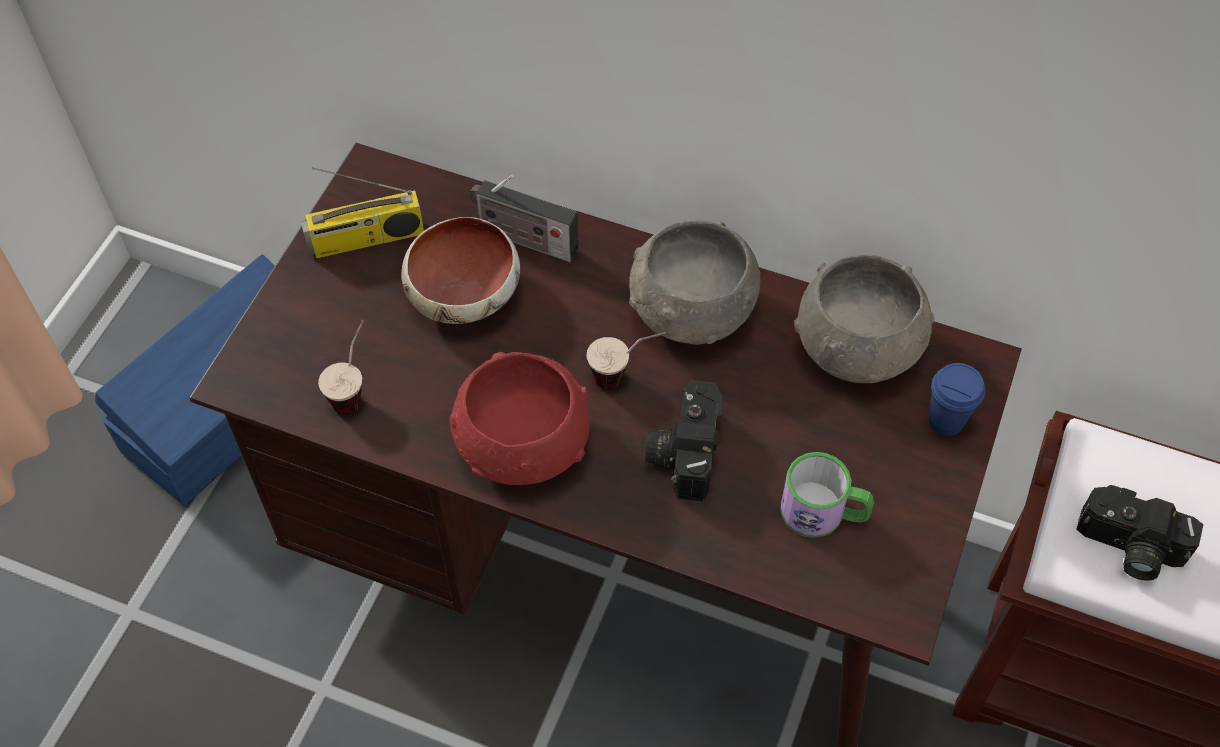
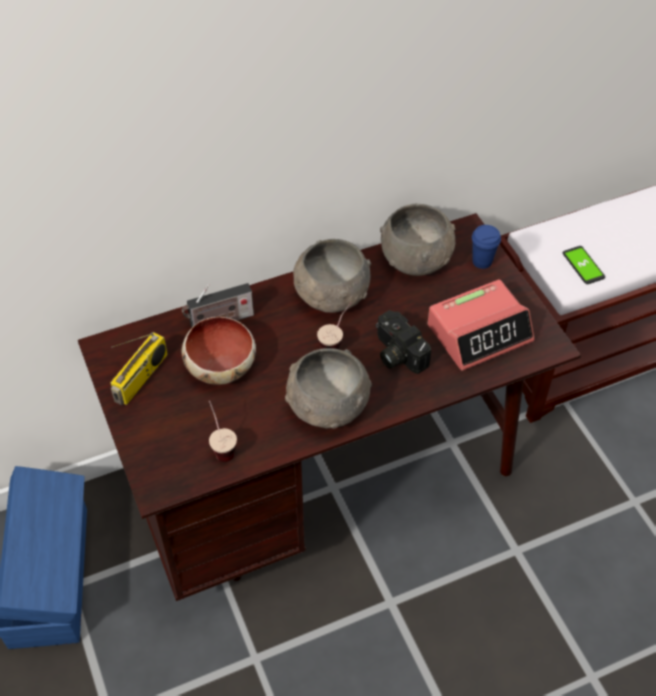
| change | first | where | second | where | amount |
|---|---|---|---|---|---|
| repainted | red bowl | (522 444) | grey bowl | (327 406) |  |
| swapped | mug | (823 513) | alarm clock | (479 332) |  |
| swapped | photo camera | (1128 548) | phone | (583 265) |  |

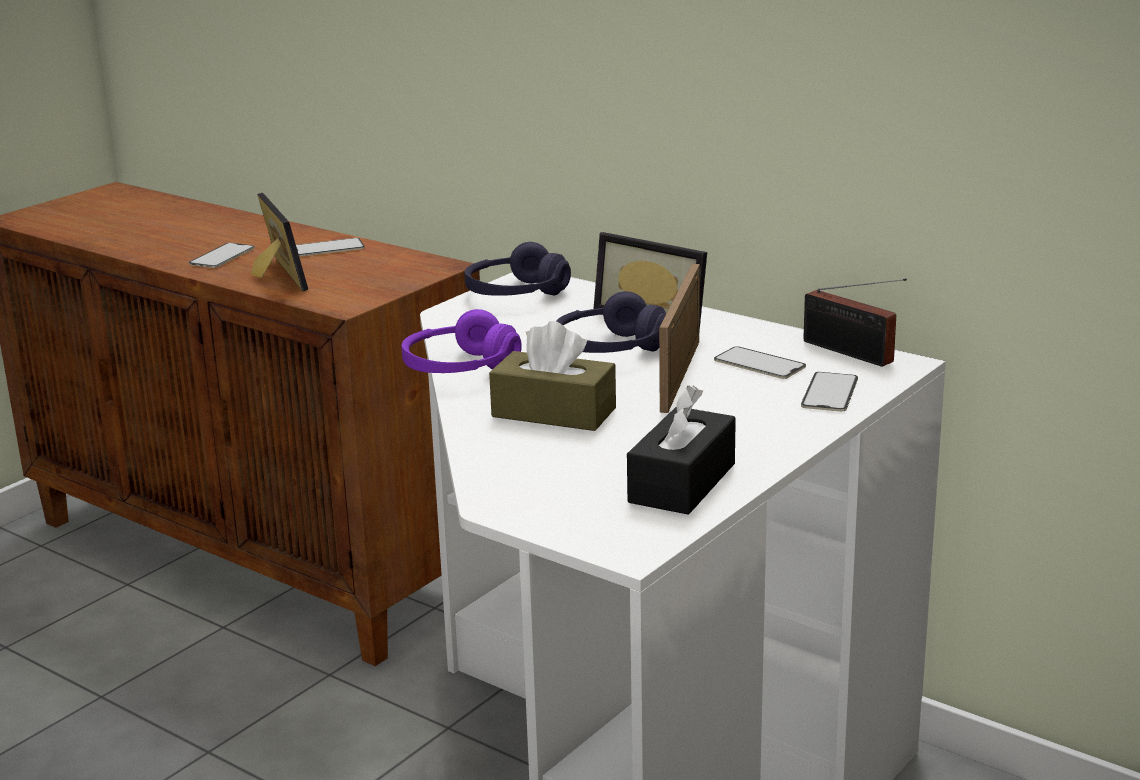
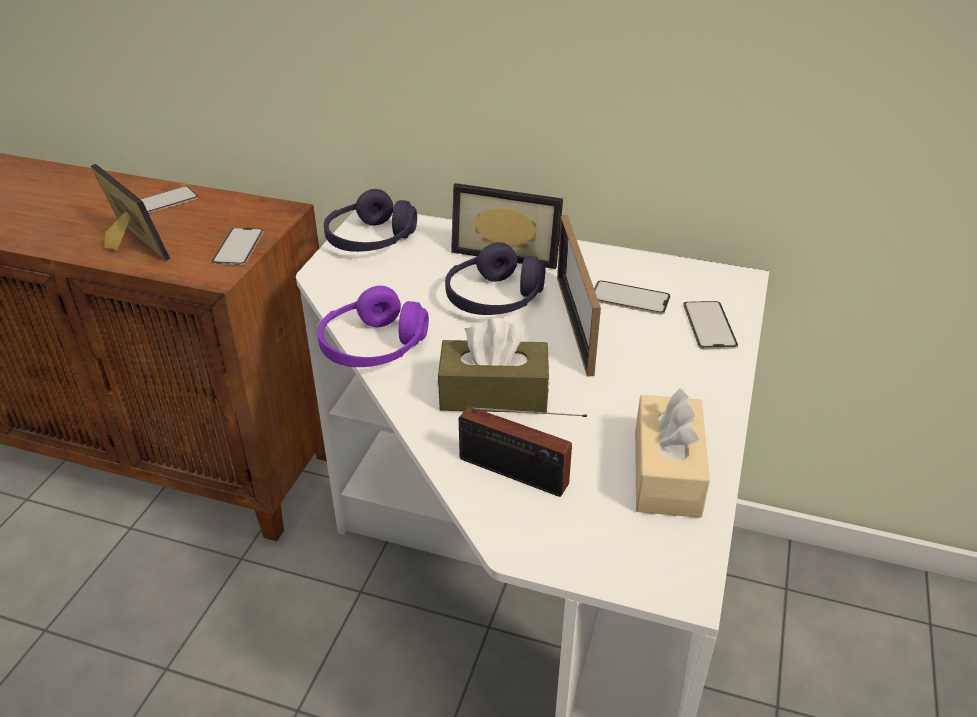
| change | first | where | second | where | amount |
|---|---|---|---|---|---|
| shifted | phone | (222 256) |  | (238 247) |  |
| repainted | black tissue box | (682 483) | beige tissue box | (666 472) |  |
| shifted | radio | (851 353) |  | (518 475) |  |

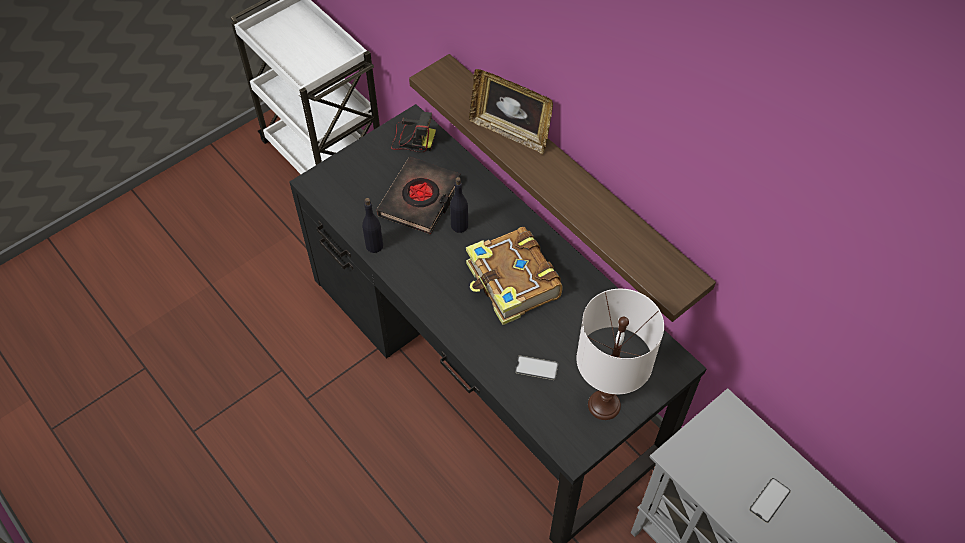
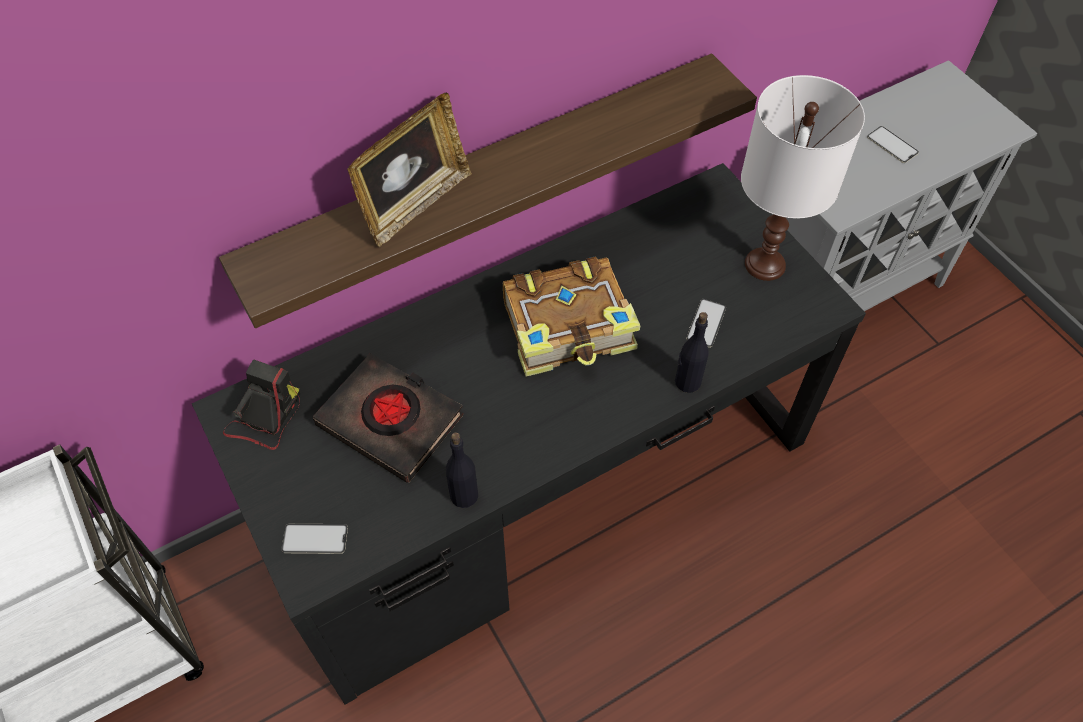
| change | first | where | second | where | amount |
|---|---|---|---|---|---|
| shifted | black bottle | (459 225) |  | (687 382) |  |
| new |  |  | phone | (315 539) |  |

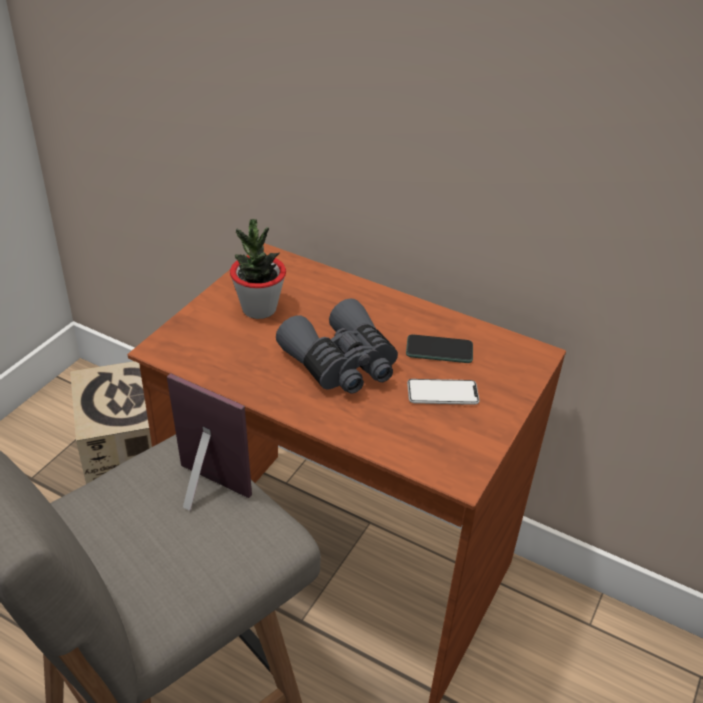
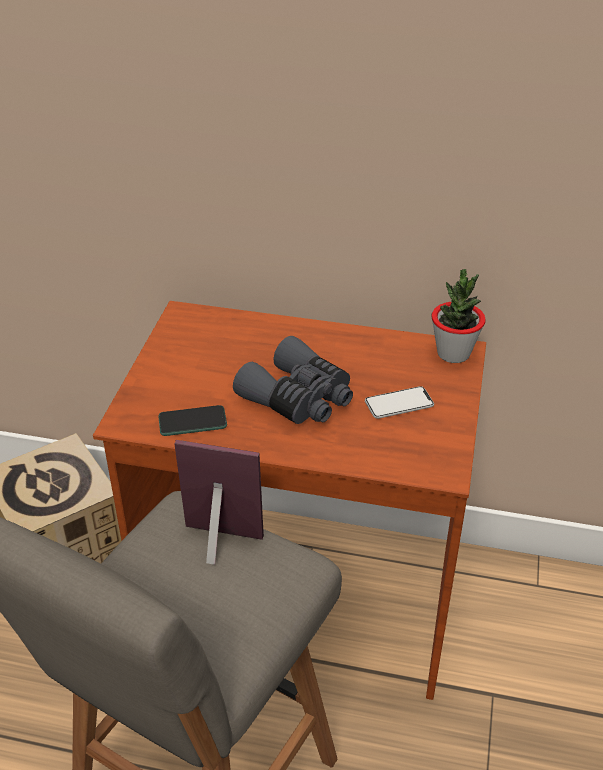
| change | first | where | second | where | amount |
|---|---|---|---|---|---|
| shifted | potted plant | (259 309) |  | (453 353) |  |
| shifted | phone | (439 350) |  | (192 422) |  |

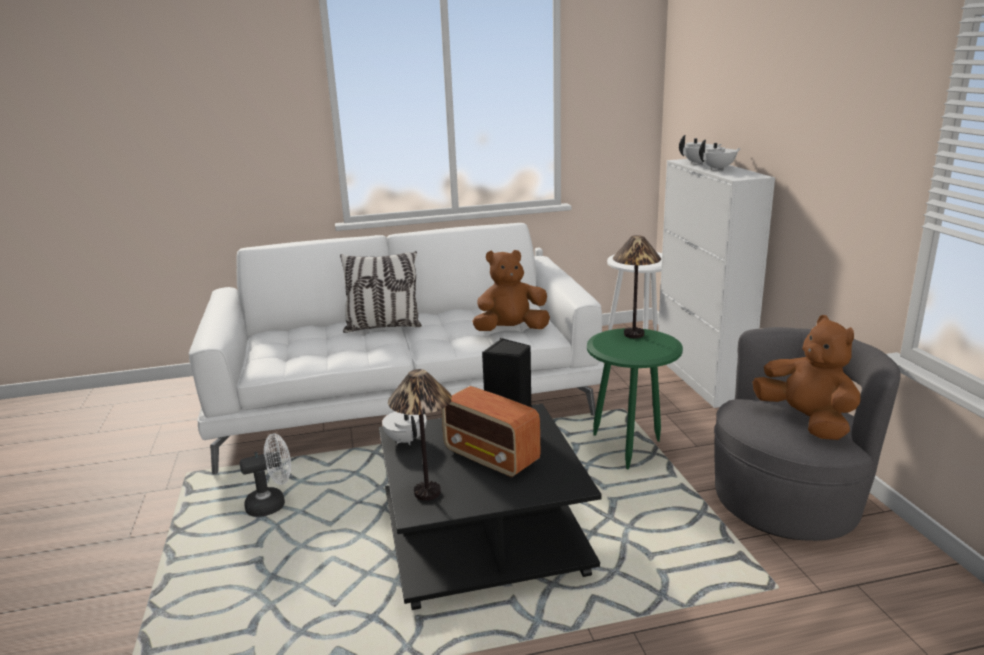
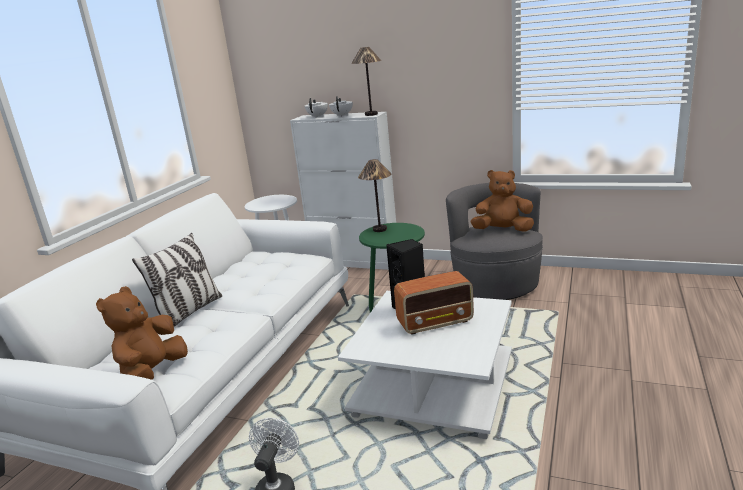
| change | first | where | second | where | amount |
|---|---|---|---|---|---|
| repainted | black coffee table | (485 535) | white coffee table | (432 386) |  |
| gone | white teapot | (406 440) |  |  |  |
| shifted | table lamp | (428 493) |  | (371 114) |  |
| shifted | brown plush toy | (511 330) |  | (152 374) |  |

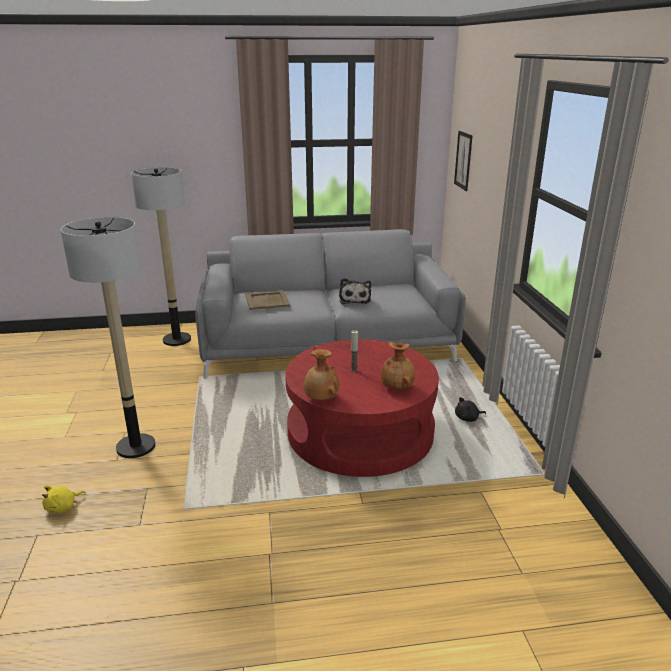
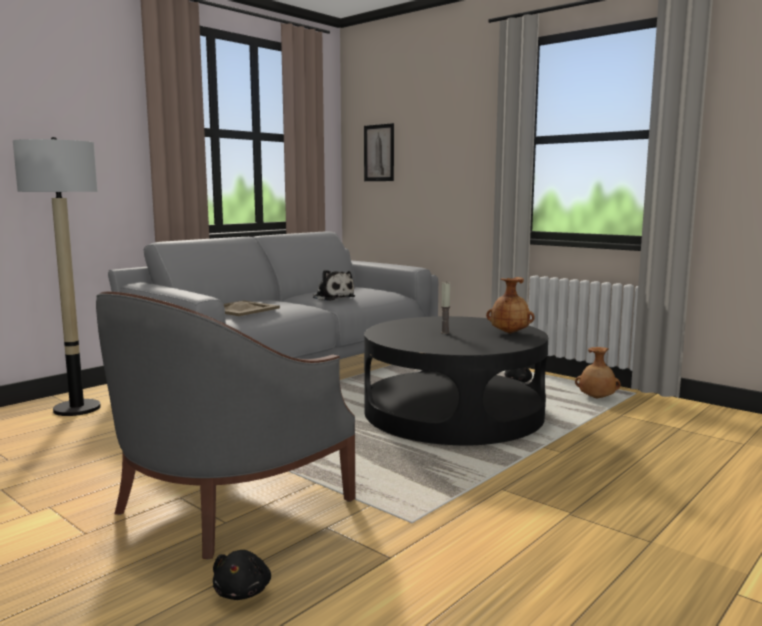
| change | first | where | second | where | amount |
|---|---|---|---|---|---|
| repainted | yellow plush toy | (63 507) | black plush toy | (243 591) |  |
| swapped | floor lamp | (135 446) | grey armchair | (226 502) |  |
| repainted | red coffee table | (360 431) | black coffee table | (453 413) |  |
| shifted | brown vase | (321 398) |  | (596 398) |  |

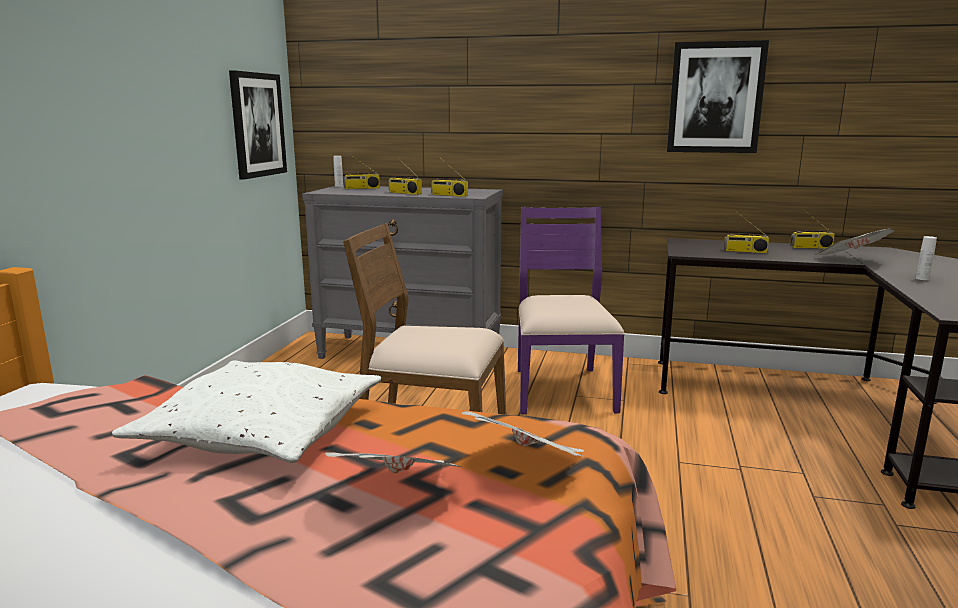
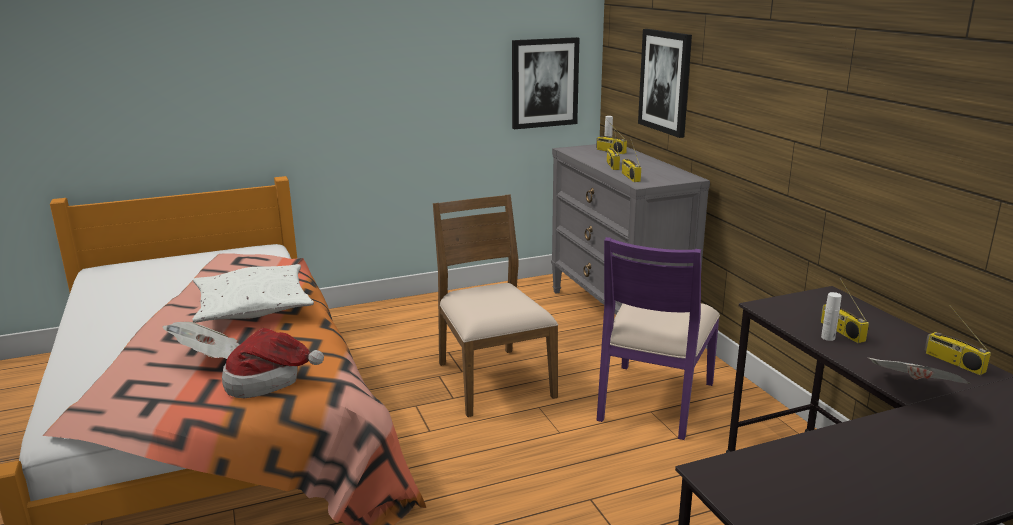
| change | first | where | second | where | amount |
|---|---|---|---|---|---|
| swapped | newspaper | (528 465) | hat | (269 381) |  |
| rotated | purple chair | (562 389) |  | (653 401) | 150 degrees clockwise |
| shifted | picture | (715 98) |  | (665 81) |  |
| shifted | white bottle | (922 278) |  | (828 337) |  |

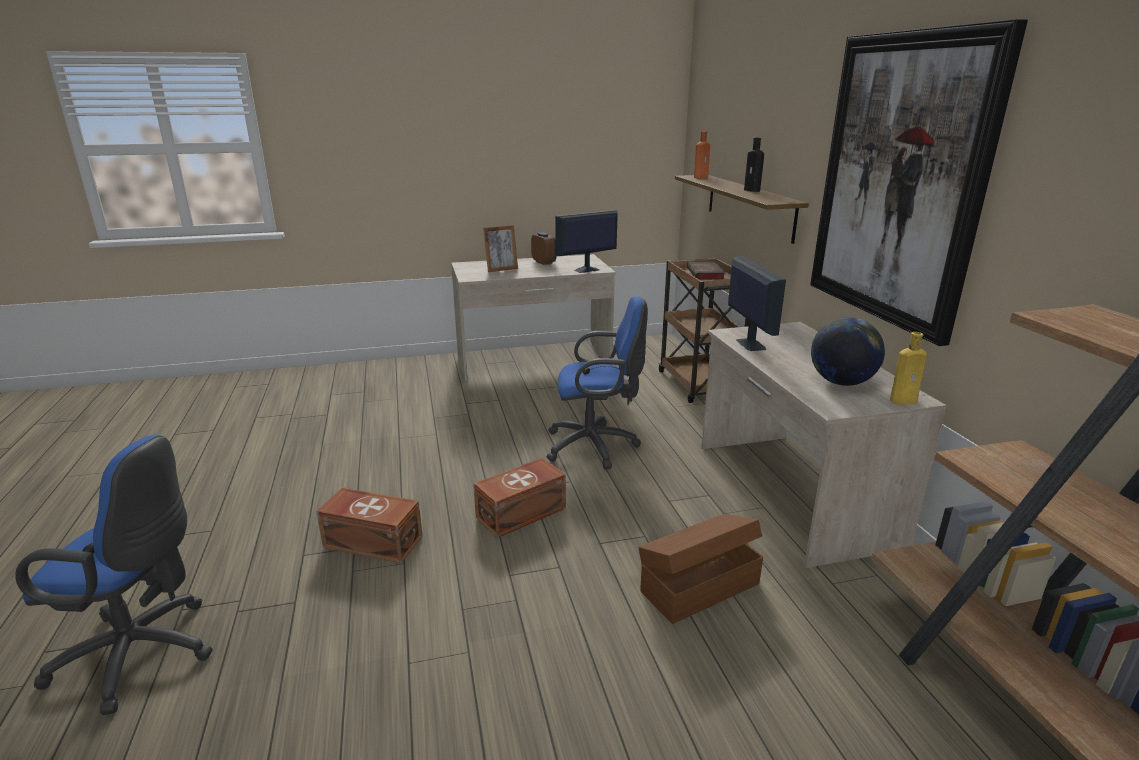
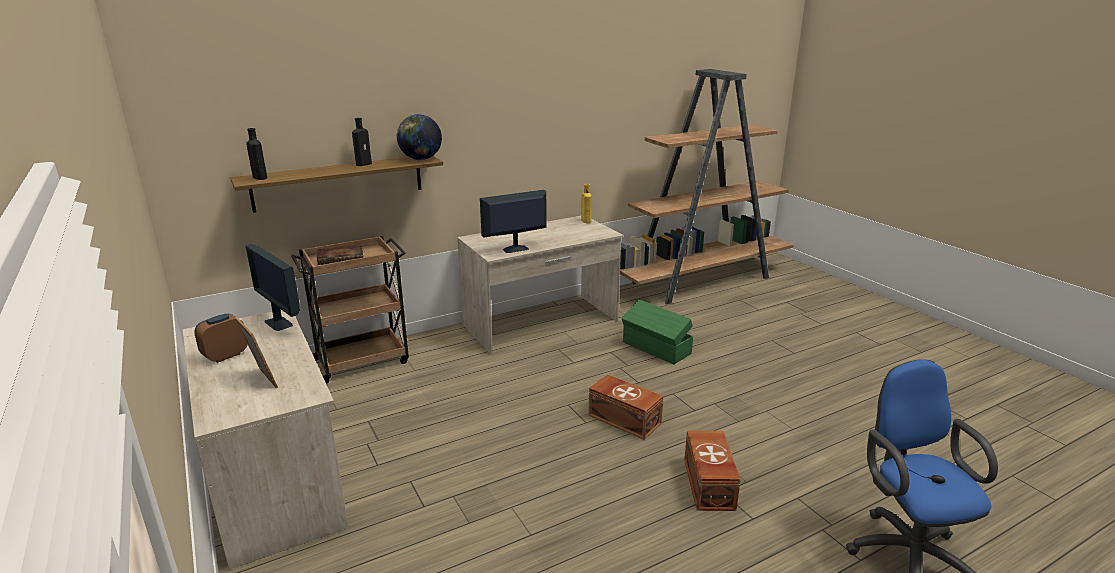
| change | first | where | second | where | amount |
|---|---|---|---|---|---|
| gone | blue office chair | (596 446) |  |  |  |
| repainted | brown storage box | (698 587) | green storage box | (656 348) |  |
| repainted | orange bottle | (701 177) | black bottle | (259 177) |  |
| gone | picture | (899 181) |  |  |  |
| shifted | globe | (841 383) |  | (421 159) |  |

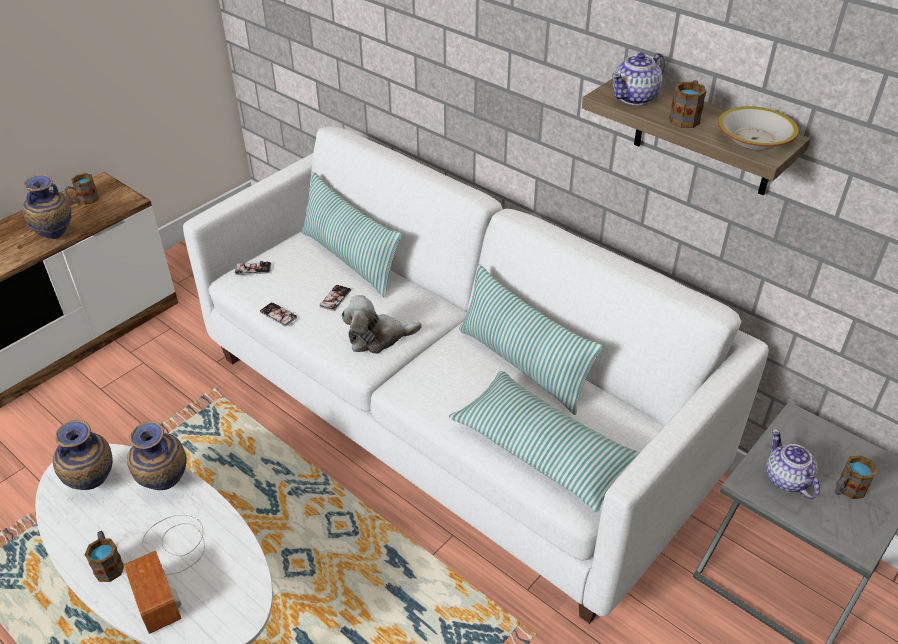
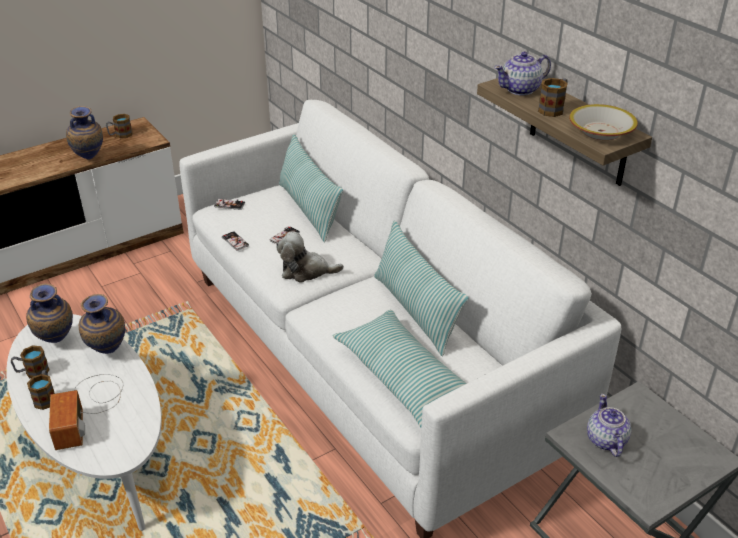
| change | first | where | second | where | amount |
|---|---|---|---|---|---|
| shifted | mug | (847 490) |  | (32 372) |  |

